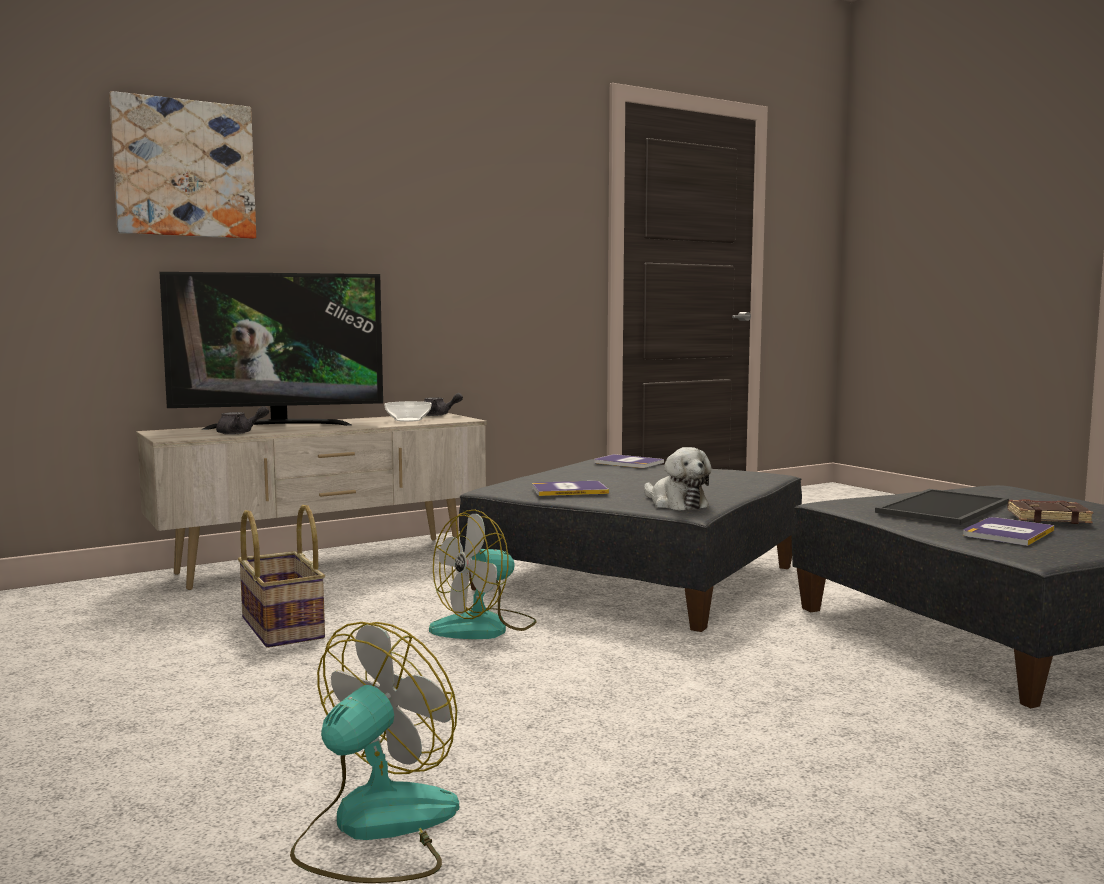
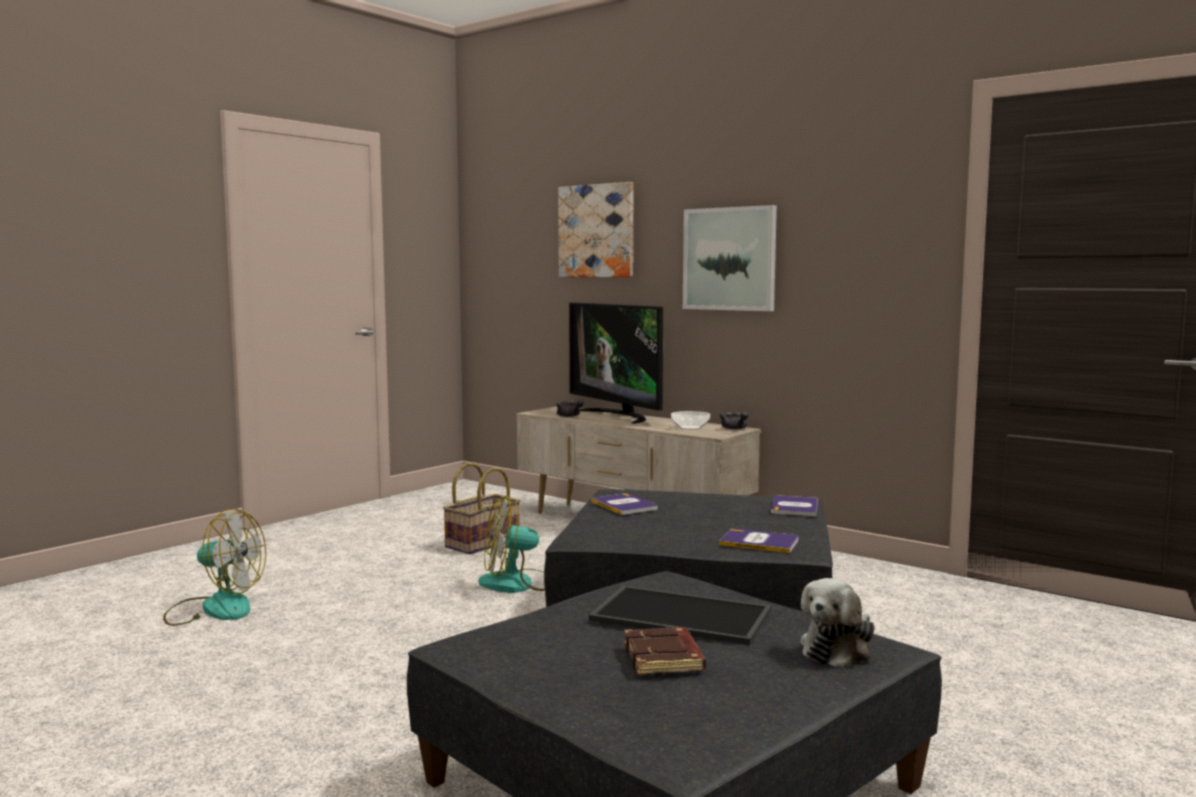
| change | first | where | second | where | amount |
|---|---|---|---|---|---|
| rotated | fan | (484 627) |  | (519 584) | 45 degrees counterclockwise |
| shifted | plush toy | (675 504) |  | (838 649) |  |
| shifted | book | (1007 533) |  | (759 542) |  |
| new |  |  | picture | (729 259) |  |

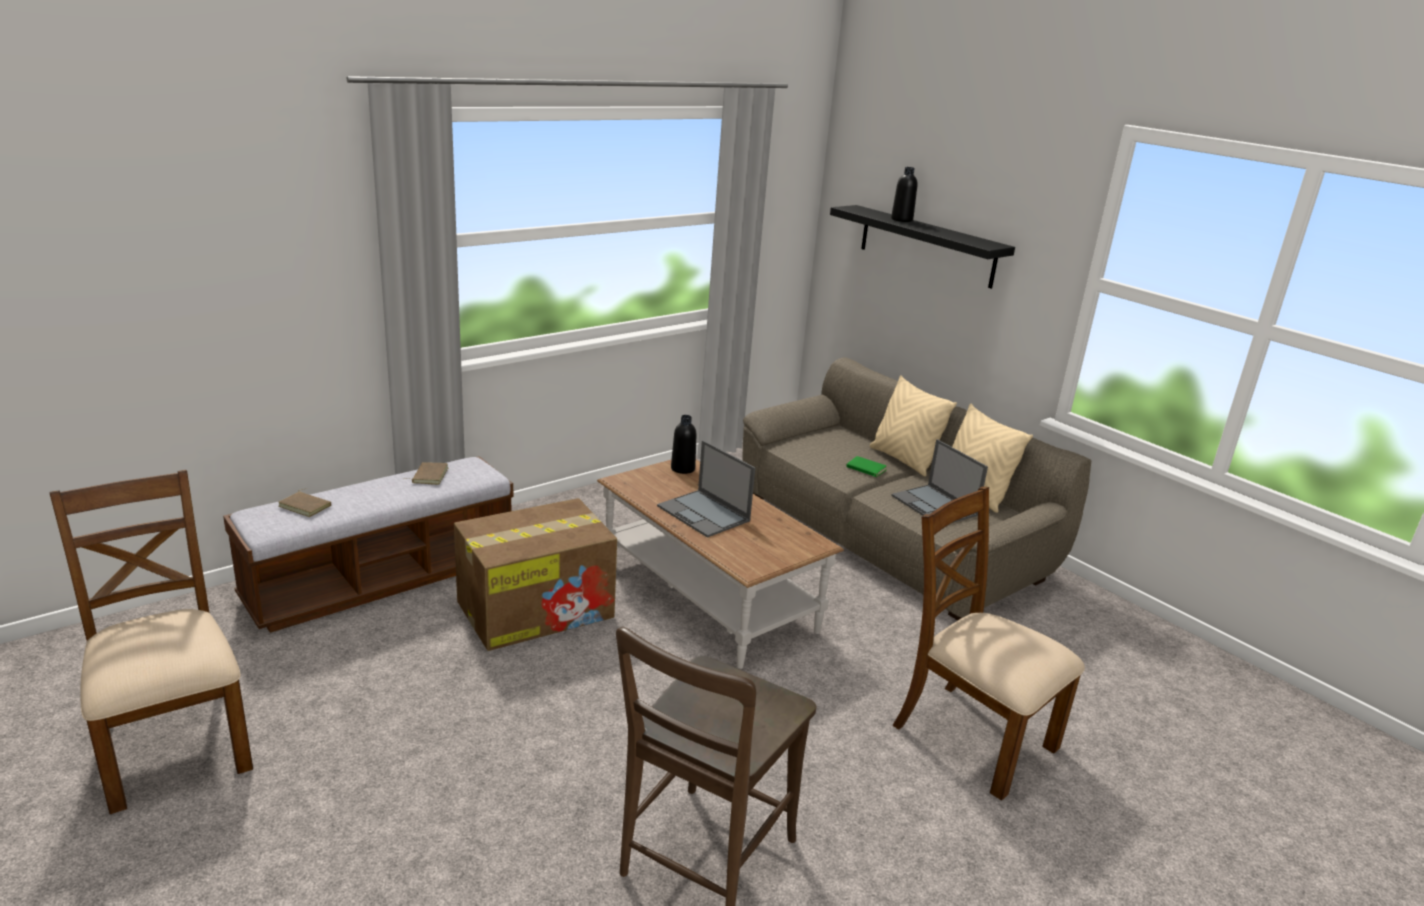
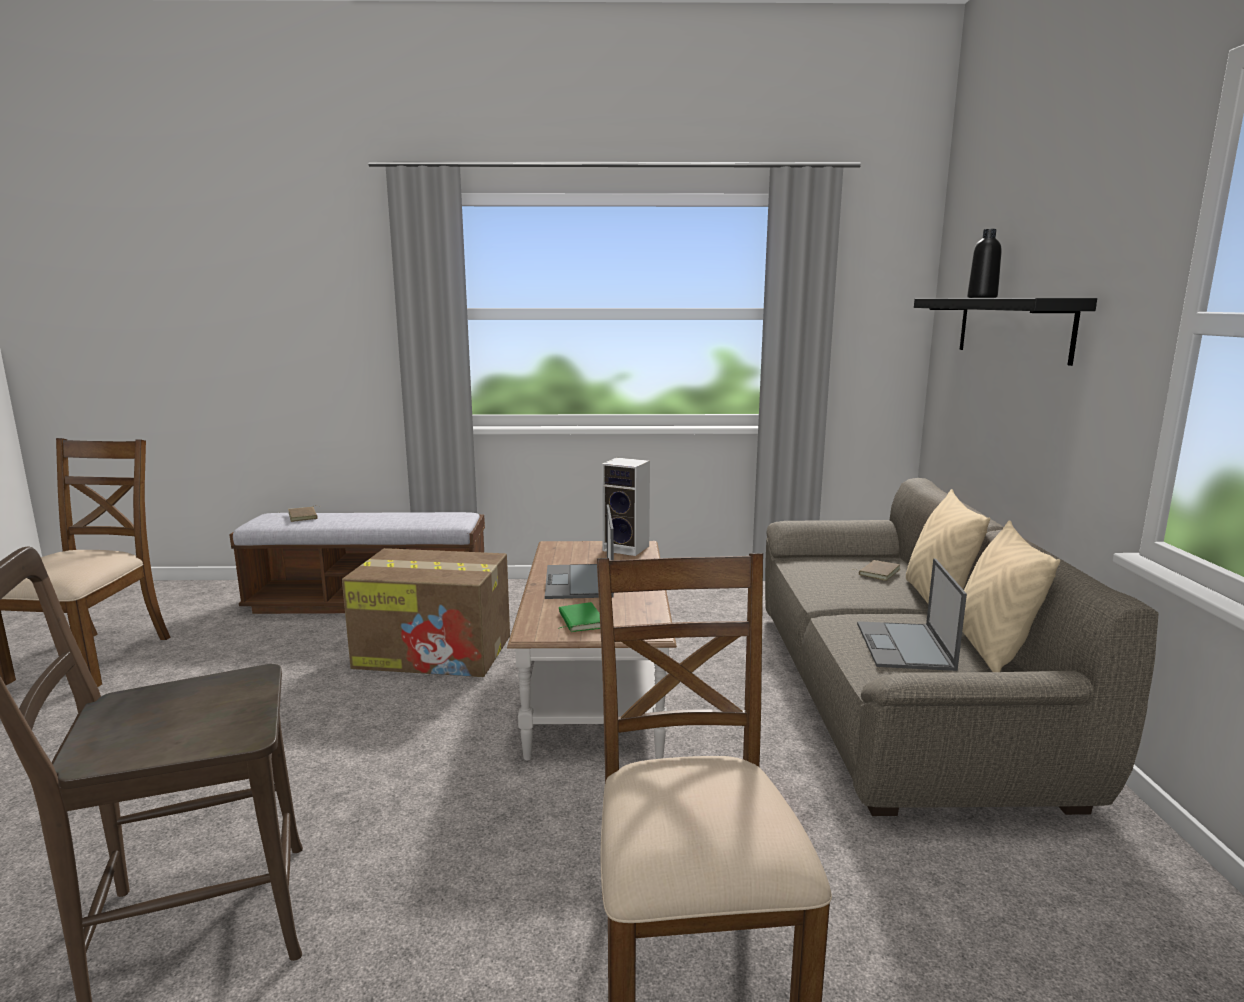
| change | first | where | second | where | amount |
|---|---|---|---|---|---|
| shifted | brown book | (429 475) |  | (877 572) |  |
| swapped | black bottle | (683 469) | speaker | (628 548) |  |
| shifted | green book | (865 469) |  | (579 620) |  |

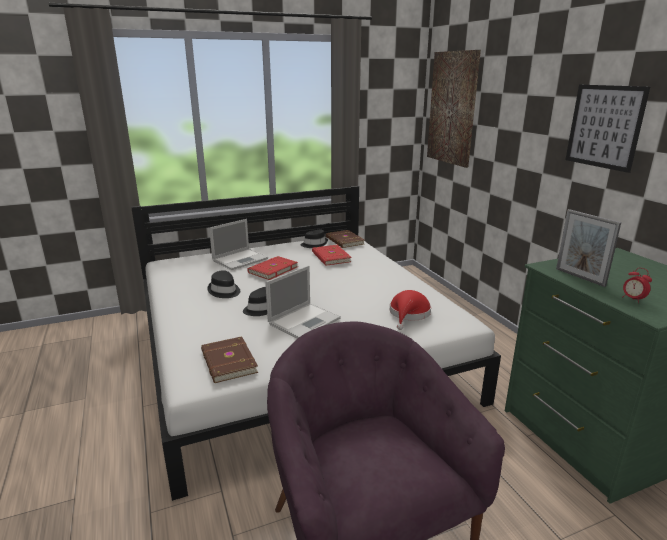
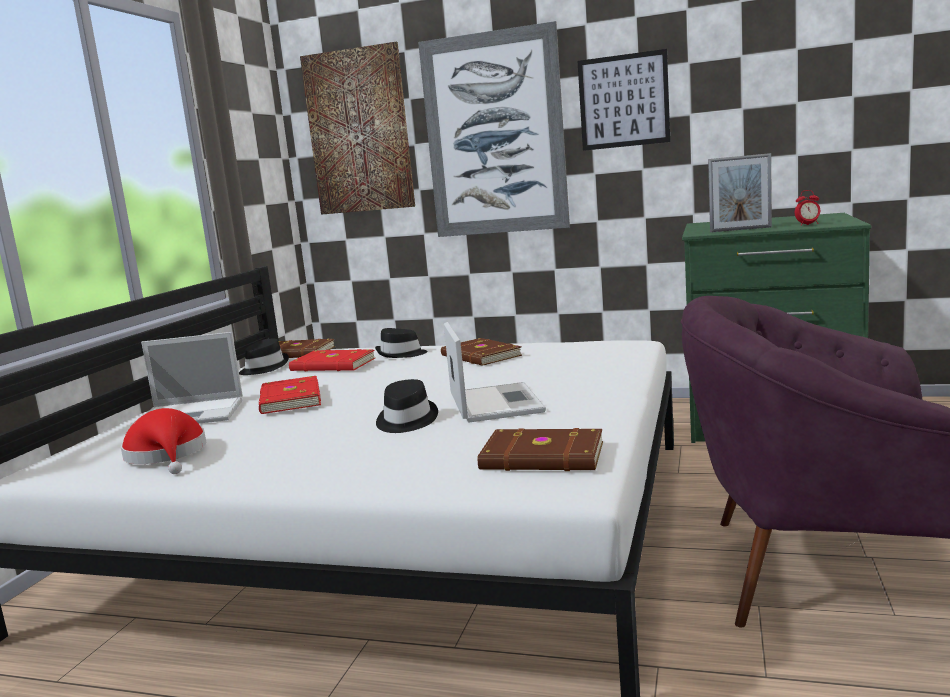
| change | first | where | second | where | amount |
|---|---|---|---|---|---|
| shifted | black hat | (224 291) |  | (401 354) |  |
| rotated | laptop | (241 259) |  | (193 414) | 90 degrees clockwise |
| shifted | red hat | (409 314) |  | (167 455) |  |
| new |  |  | picture | (494 134) |  |
| new |  |  | brown book | (480 356) |  |

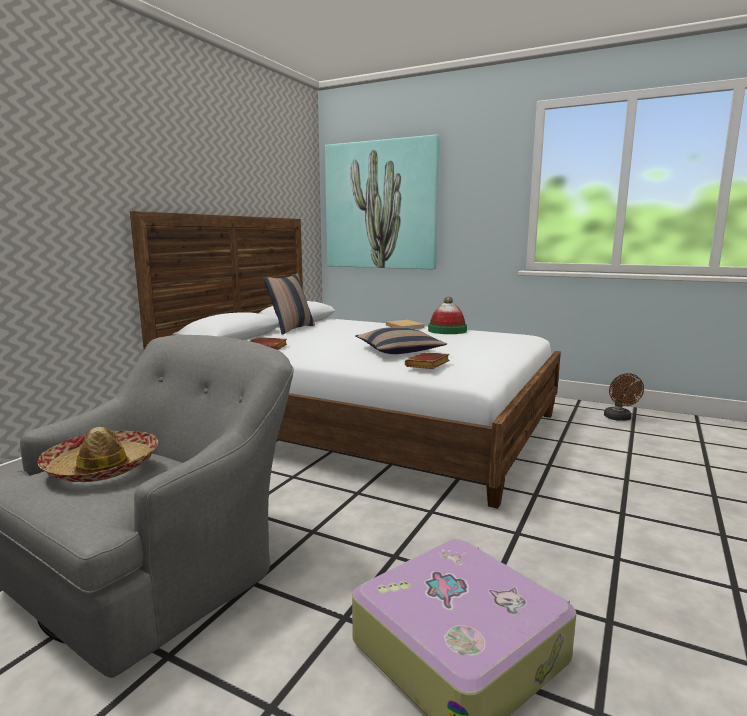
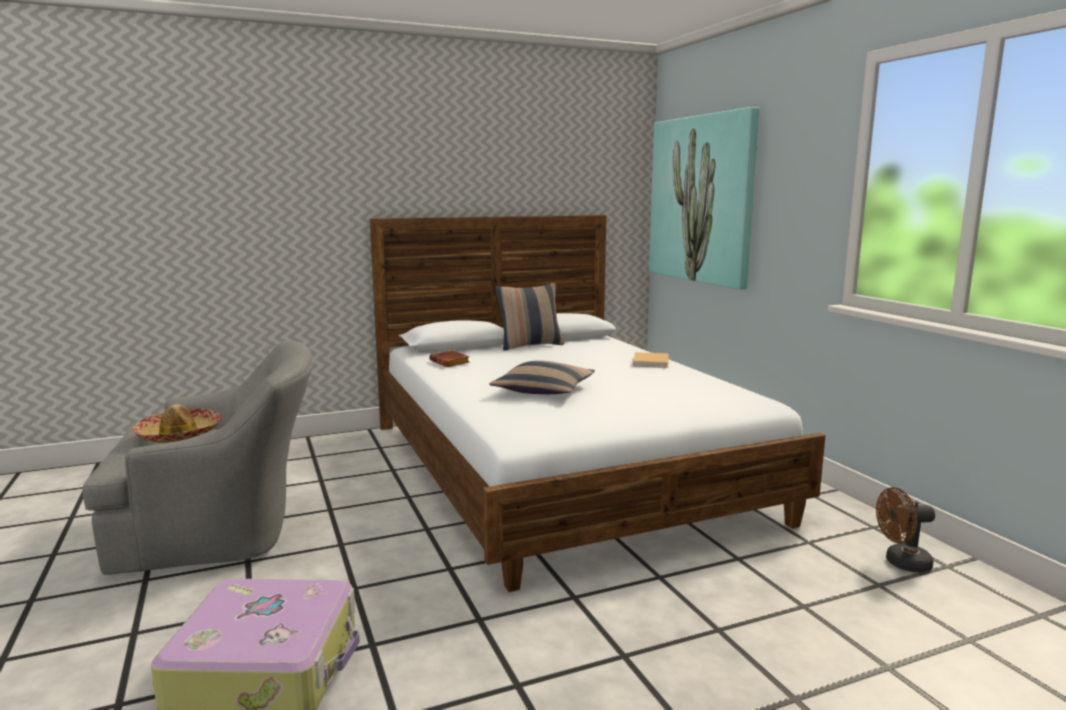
| change | first | where | second | where | amount |
|---|---|---|---|---|---|
| gone | brown book | (428 365) |  |  |  |
| gone | hat | (447 330) |  |  |  |
| rotated | brown fan | (619 418) |  | (901 563) | 45 degrees clockwise |

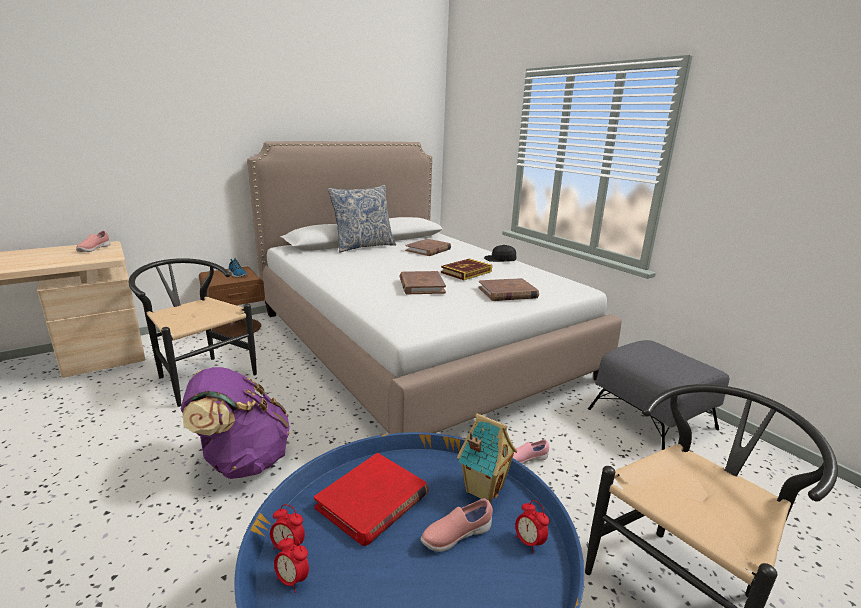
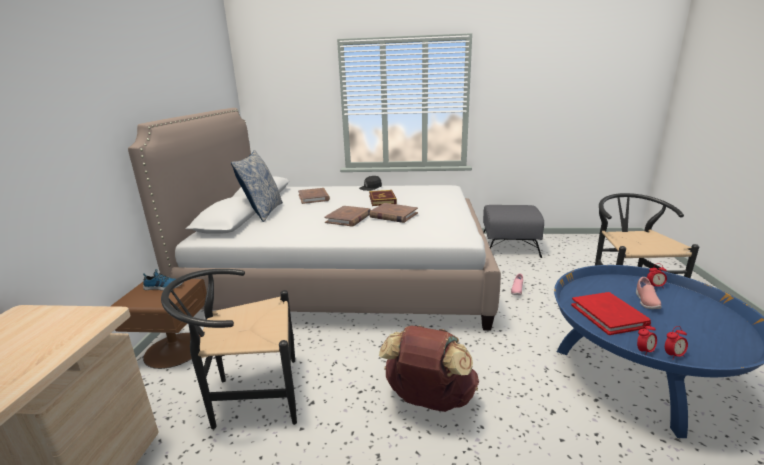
| change | first | where | second | where | amount |
|---|---|---|---|---|---|
| gone | pink shoe | (94 249) |  |  |  |
| repainted | purple backpack | (242 461) | brown backpack | (428 400) |  |
| gone | toy house | (483 489) |  |  |  |
| shifted | brown book | (507 293) |  | (348 218) |  |

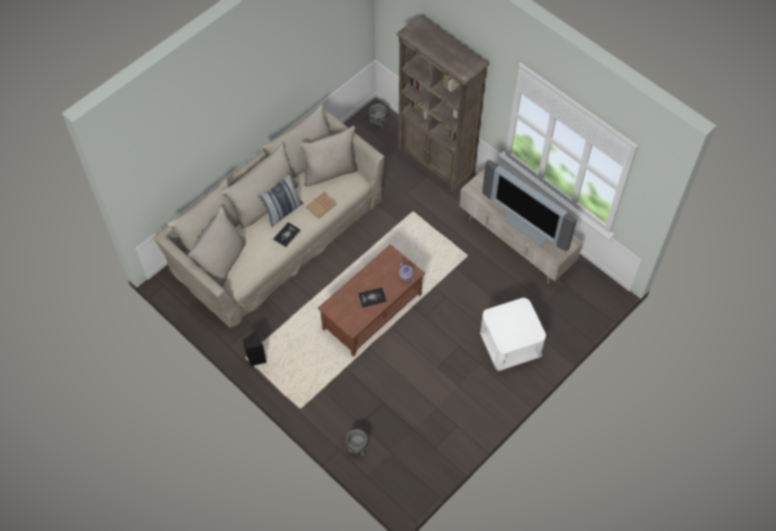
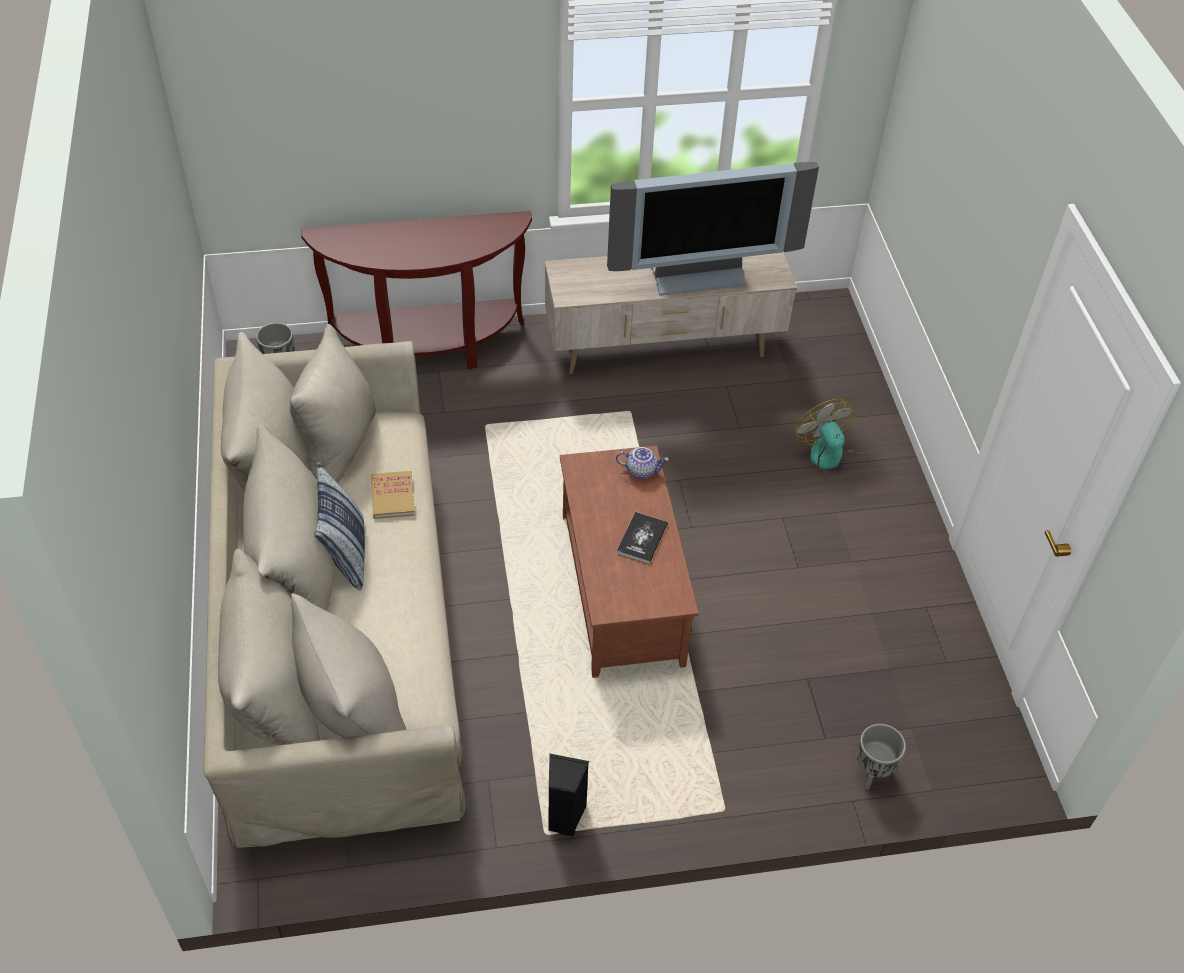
| change | first | where | second | where | amount |
|---|---|---|---|---|---|
| gone | book | (287 235) |  |  |  |
| swapped | brown bookcase | (436 162) | brown console table | (428 347) |  |
| swapped | white side table | (509 345) | fan | (832 460) |  |

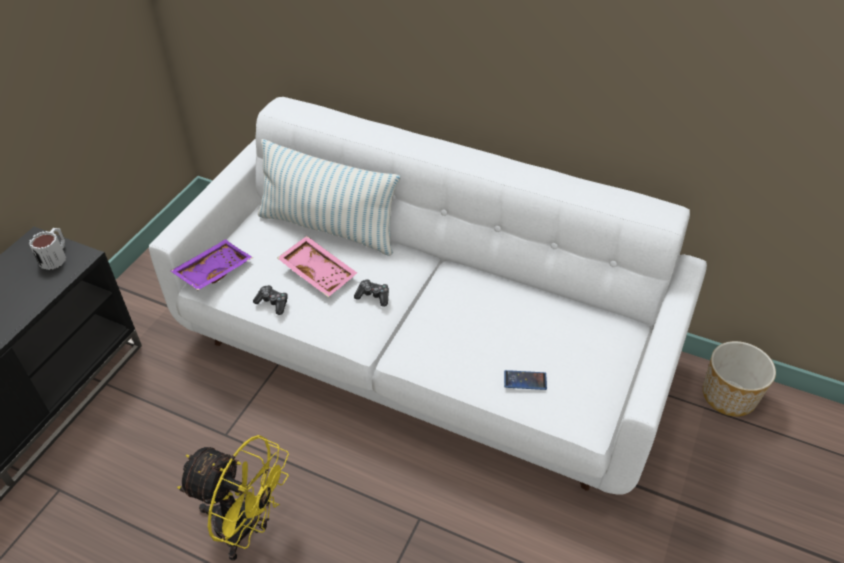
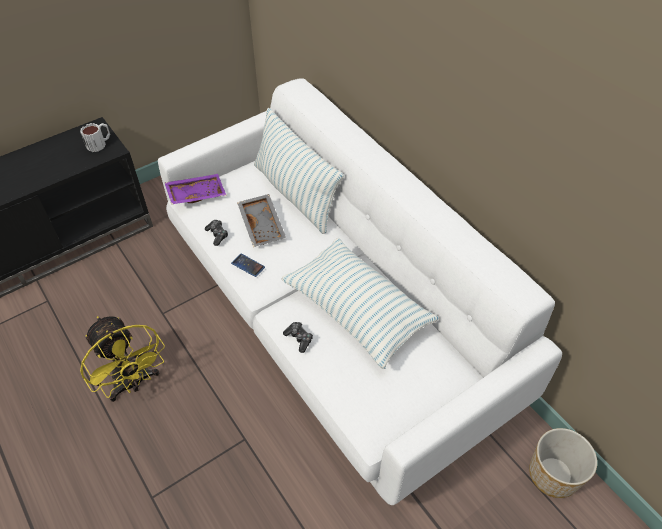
| change | first | where | second | where | amount |
|---|---|---|---|---|---|
| repainted | pink tray | (319 272) | grey tray | (263 225) |  |
| shifted | game controller | (373 296) |  | (299 338) |  |
| shifted | phone | (525 380) |  | (248 265) |  |
| new |  |  | pillow | (357 311) |  |

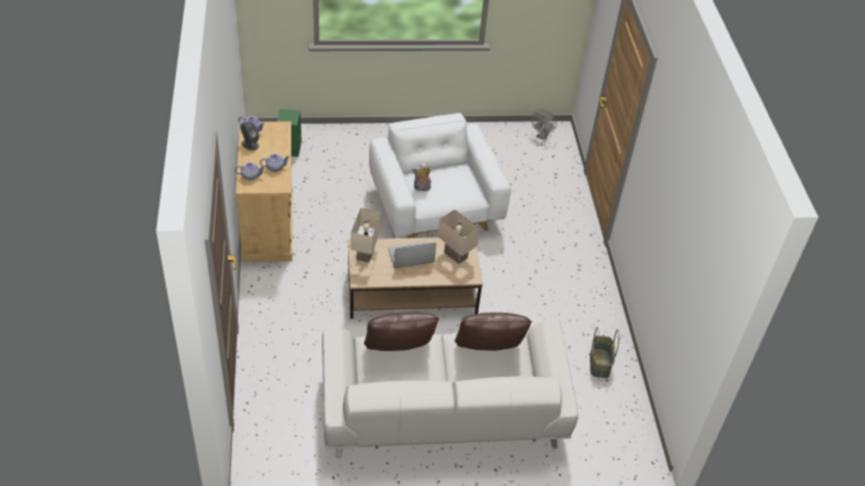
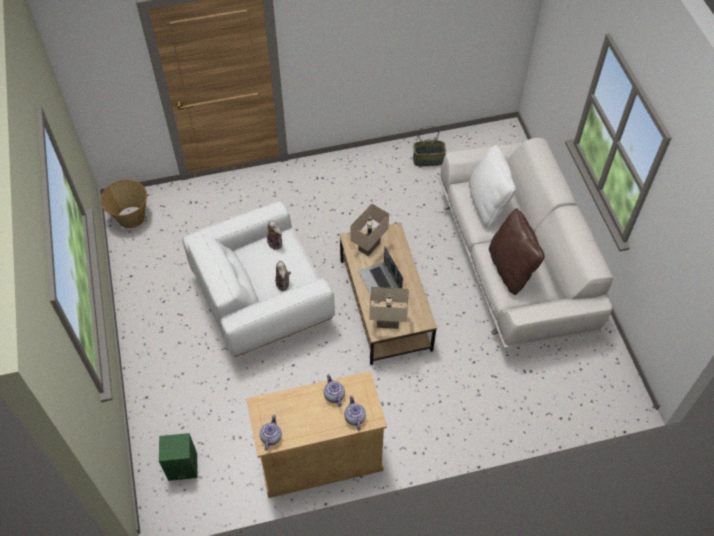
| change | first | where | second | where | amount |
|---|---|---|---|---|---|
| gone | grey speaker | (249 144) |  |  |  |
| repainted | brown pillow | (488 351) | white pillow | (487 204) |  |
| swapped | grey fan | (542 136) | basket | (130 217) |  |
| new |  |  | plush toy | (276 243) |  |

